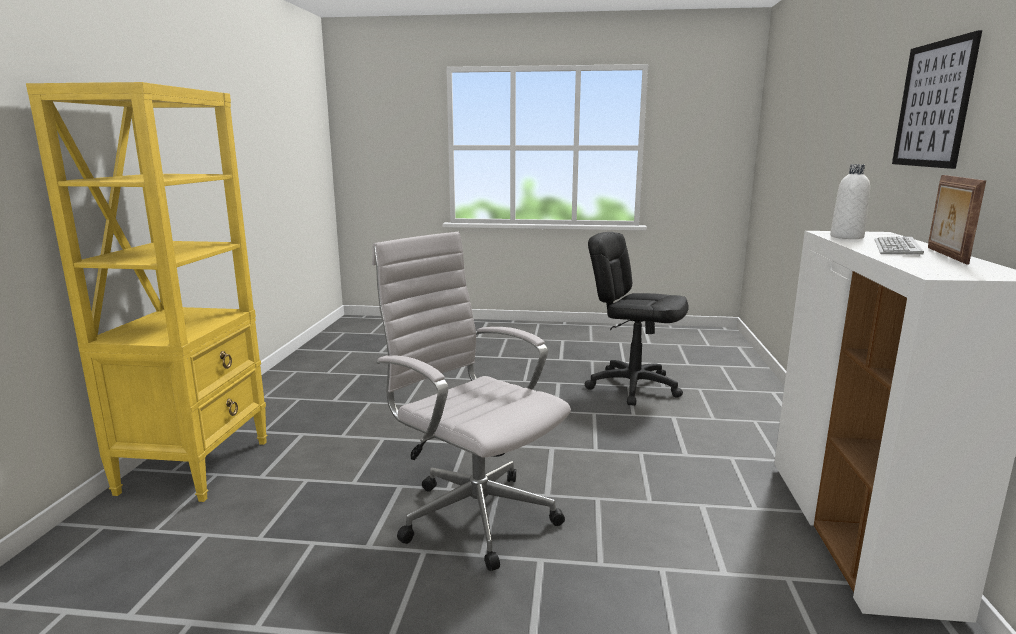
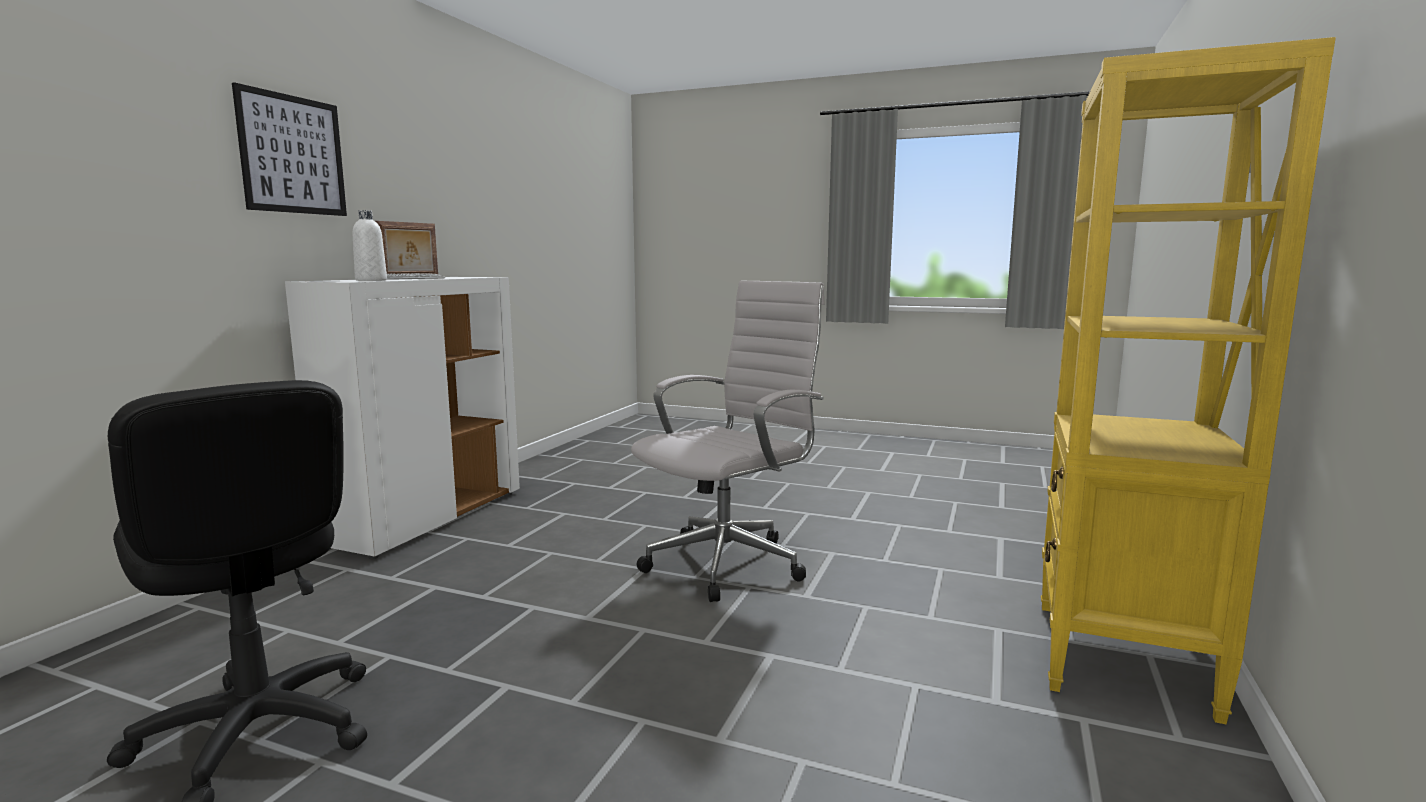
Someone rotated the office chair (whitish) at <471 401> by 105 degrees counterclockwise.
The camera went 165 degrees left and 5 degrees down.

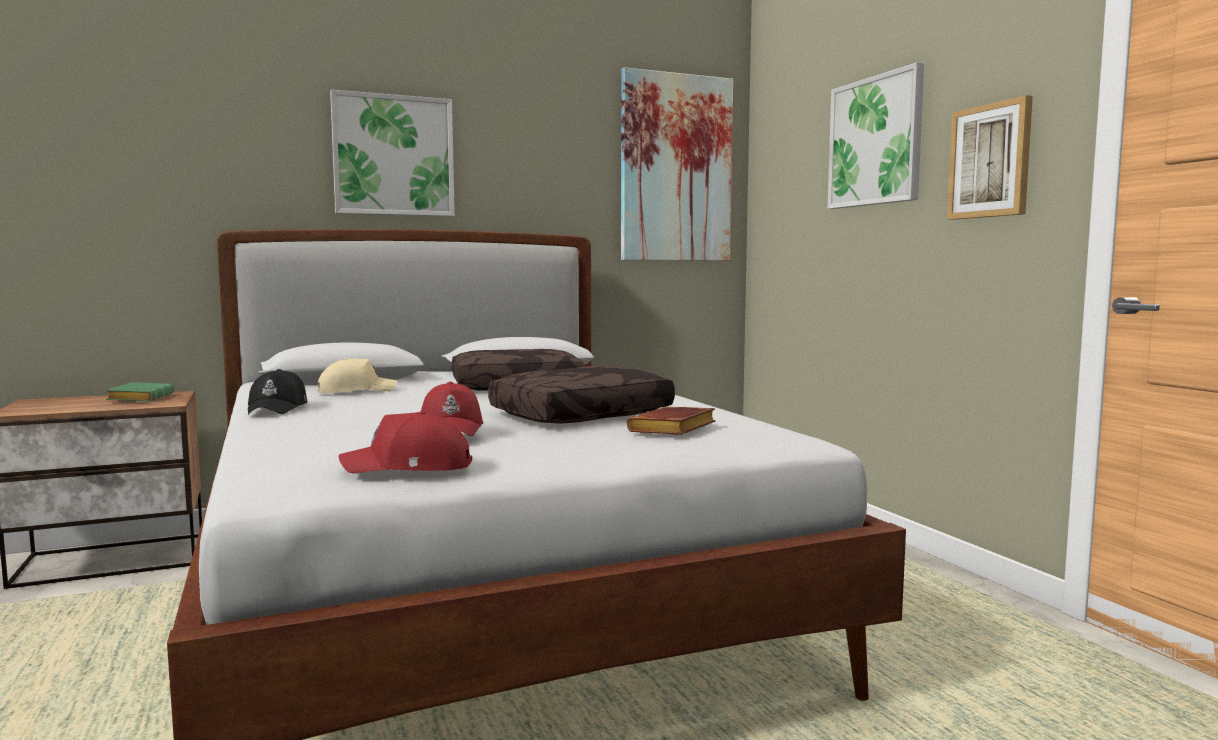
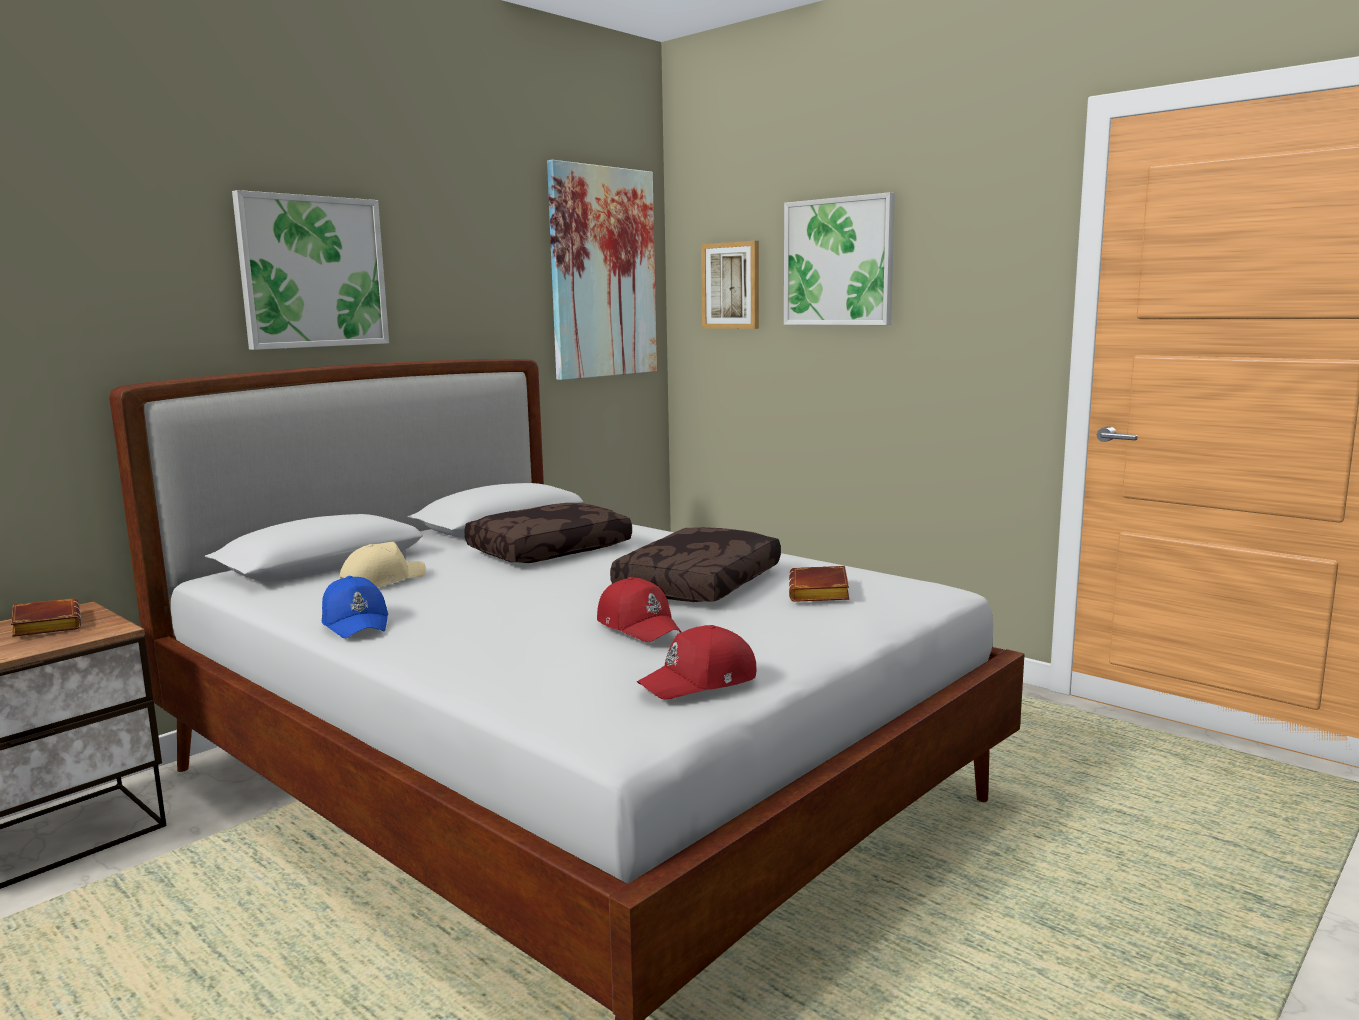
Someone repainted the book (green-coloured) at <140 391>, which became the book (brown) at <46 617>.
Someone repainted the baseball cap (blackish) at <278 392>, which became the baseball cap (blue) at <355 607>.
Someone carried the wall picture from <990 157> to <730 285>.
The camera went 25 degrees left and 5 degrees up.

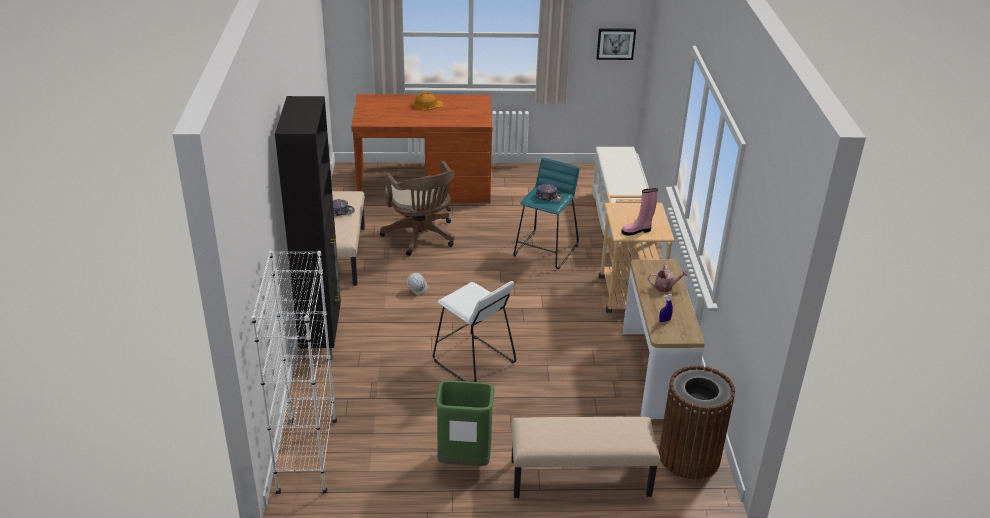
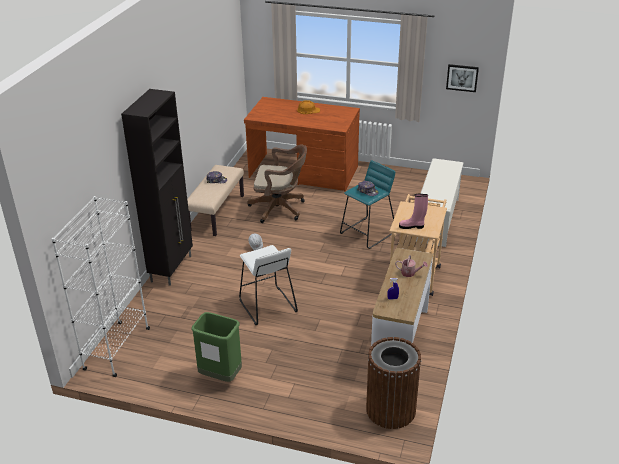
Someone rotated the office chair (brown) at <417 208> by 75 degrees counterclockwise.
Someone took away the indoor bench (beige-coloured) at <585 457>.
The camera went 20 degrees right and 0 degrees up.

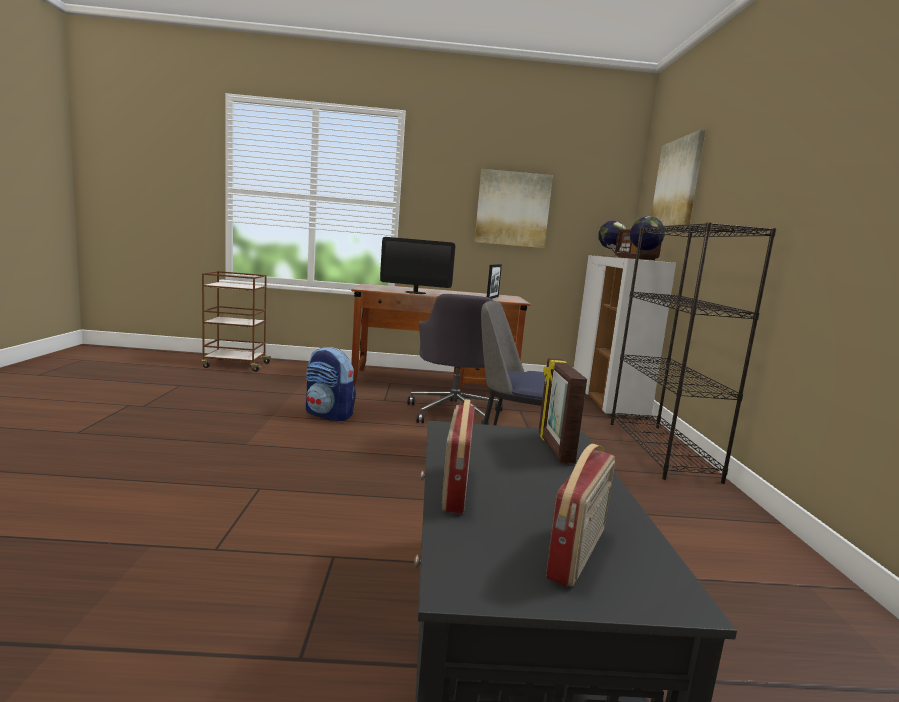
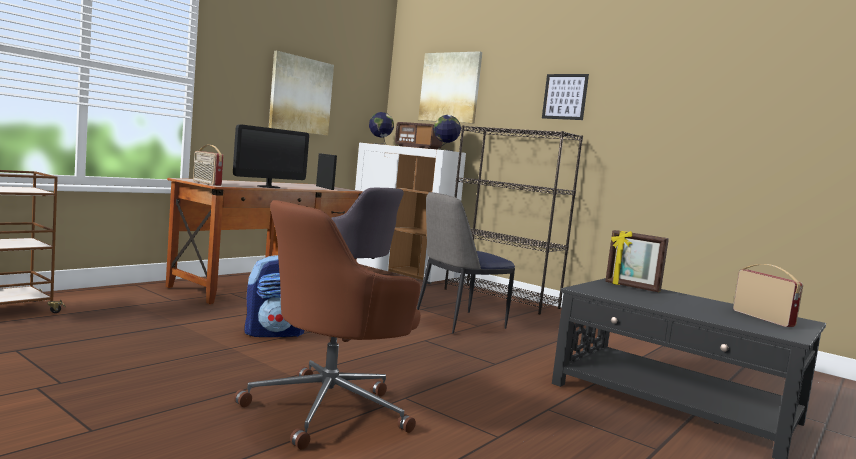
Someone carried the radio receiver from <458 456> to <208 165>.
Someone put down the office chair (brown) at <327 325>.
Someone put up the wall picture at <565 97>.
The camera went 50 degrees left and 5 degrees down.

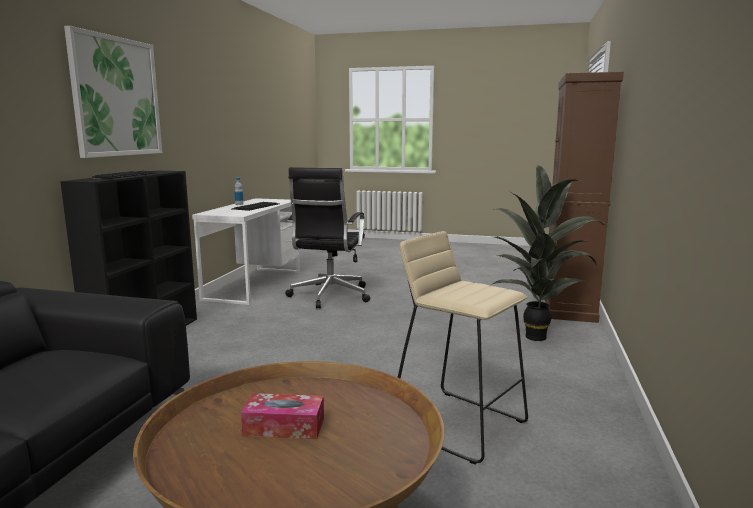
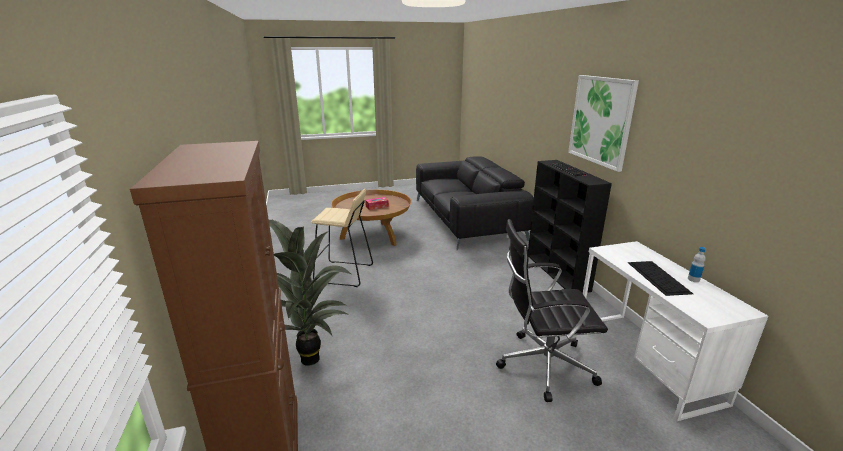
Someone rotated the office chair (blackish) at <327 238> by 75 degrees counterclockwise.
The camera went 150 degrees right and 10 degrees up.

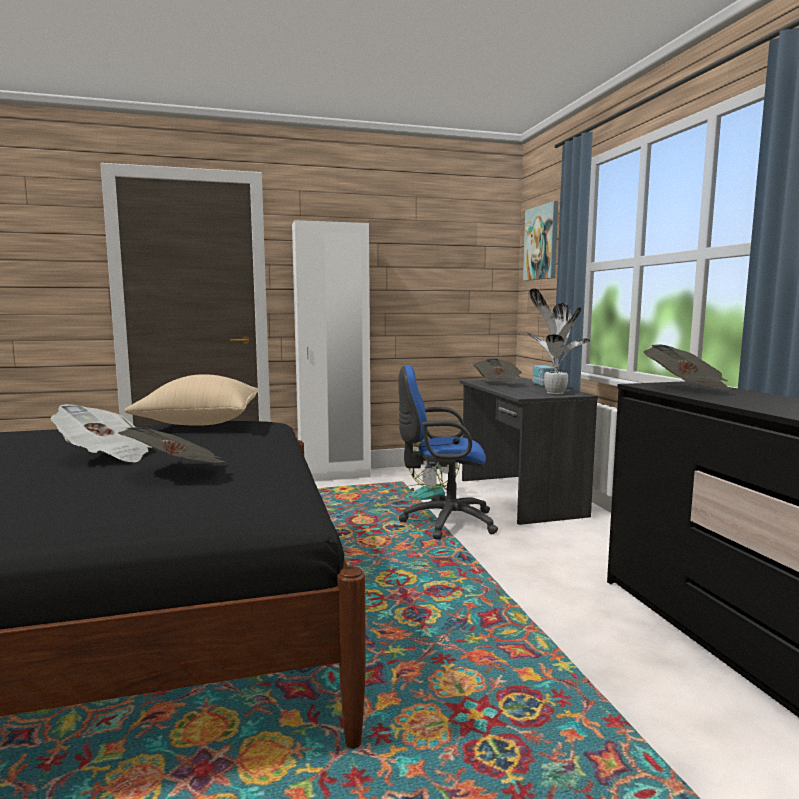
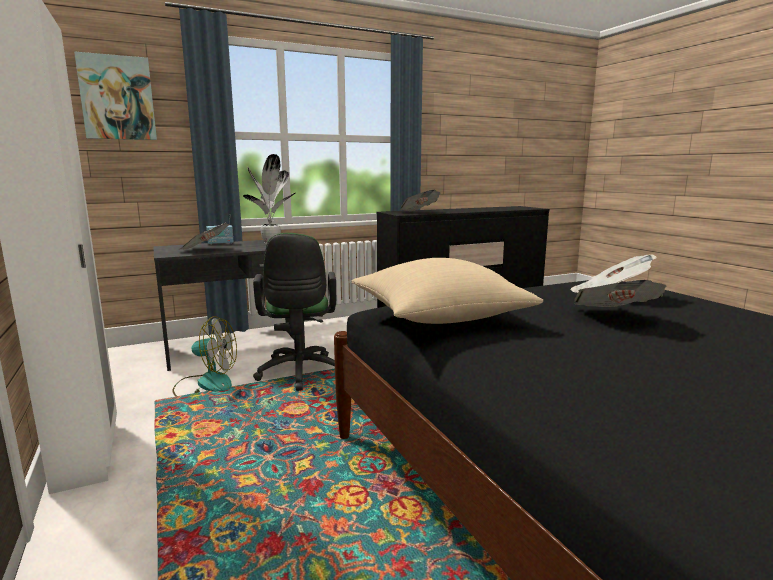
Someone repainted the office chair (blue) at <448 452>, which became the office chair (green-coloured) at <294 312>.
The camera went 100 degrees left and 5 degrees up.

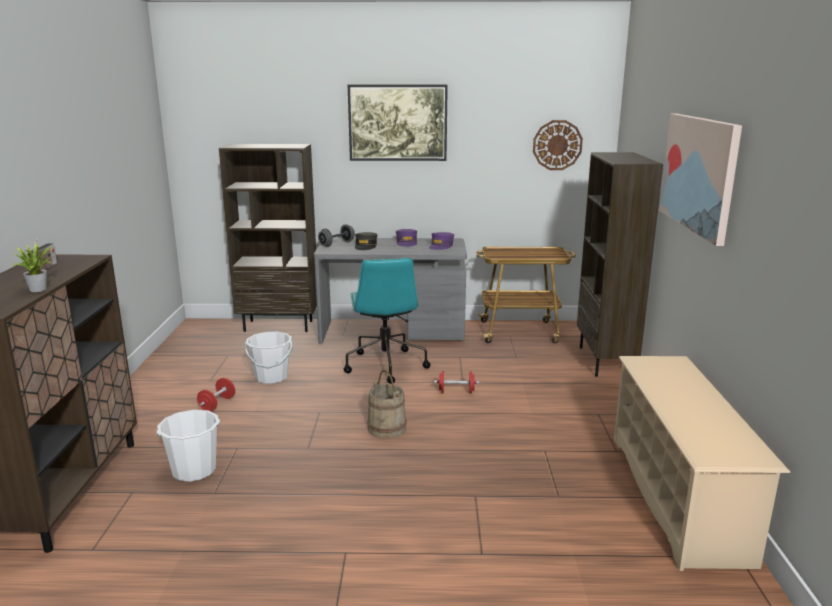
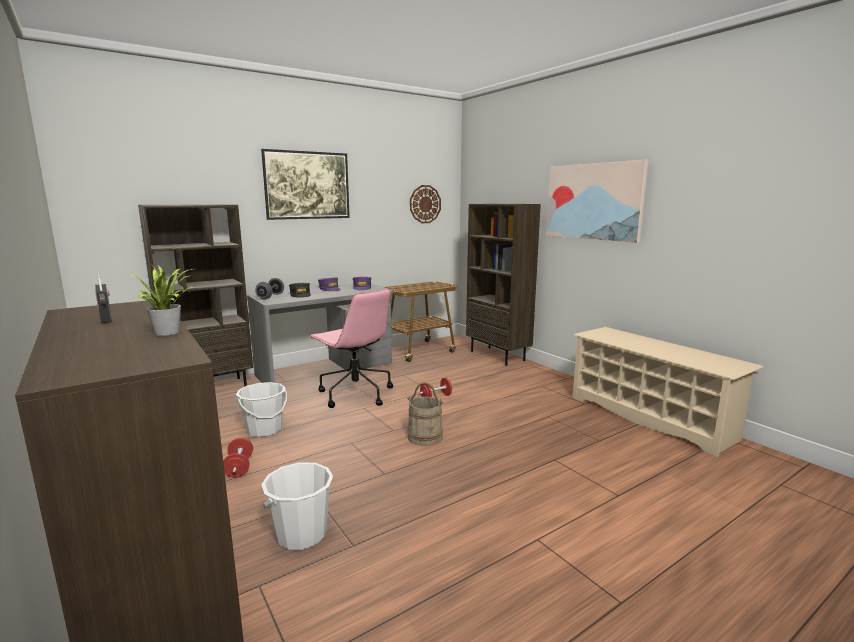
Someone repainted the office chair (turquoise-coloured) at <387 321>, which became the office chair (pink) at <351 348>.
The camera went 35 degrees left and 5 degrees down.

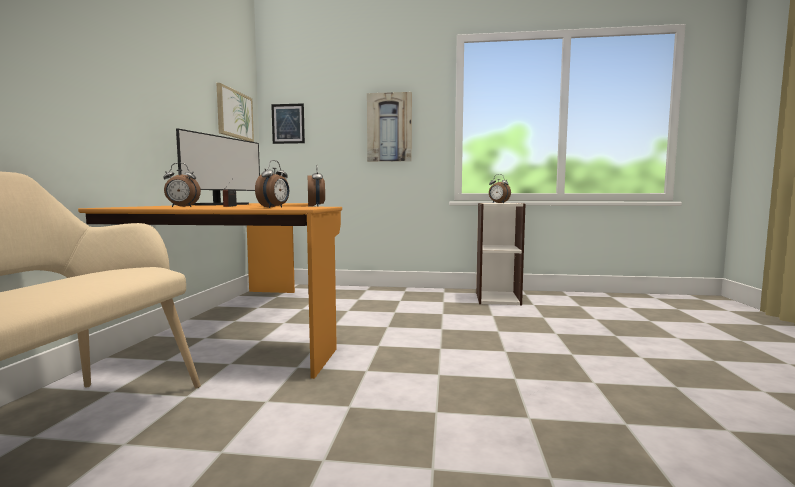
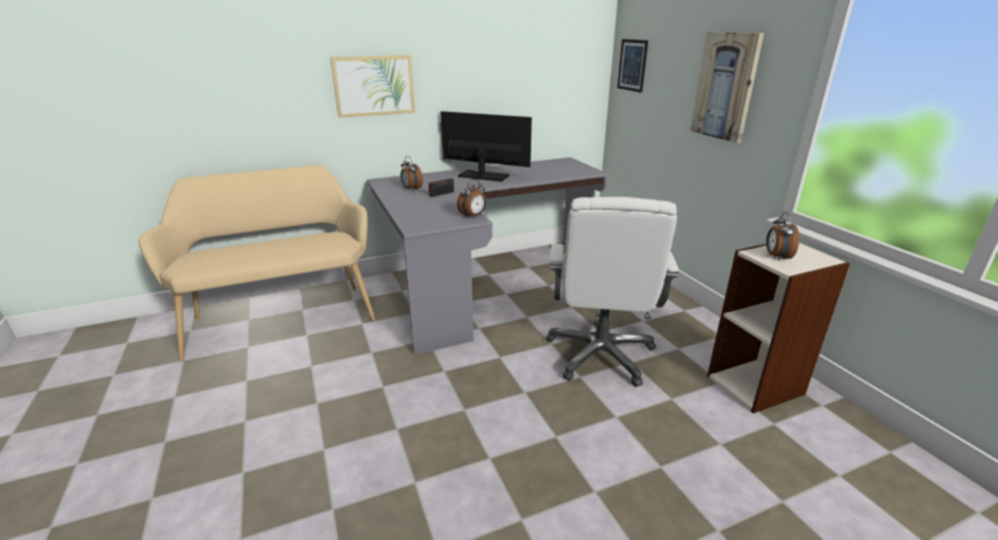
Someone repainted the desk table (orange-coloured) at <210 291>, which became the desk table (grey) at <487 256>.
Someone rotated the computer display at <218 167> by 150 degrees counterclockwise.
Someone carried the wall picture from <235 112> to <372 86>.
Someone took away the alarm clock at <272 184>.
Someone put down the office chair (whitish) at <612 292>.
The camera went 60 degrees right and 20 degrees up.

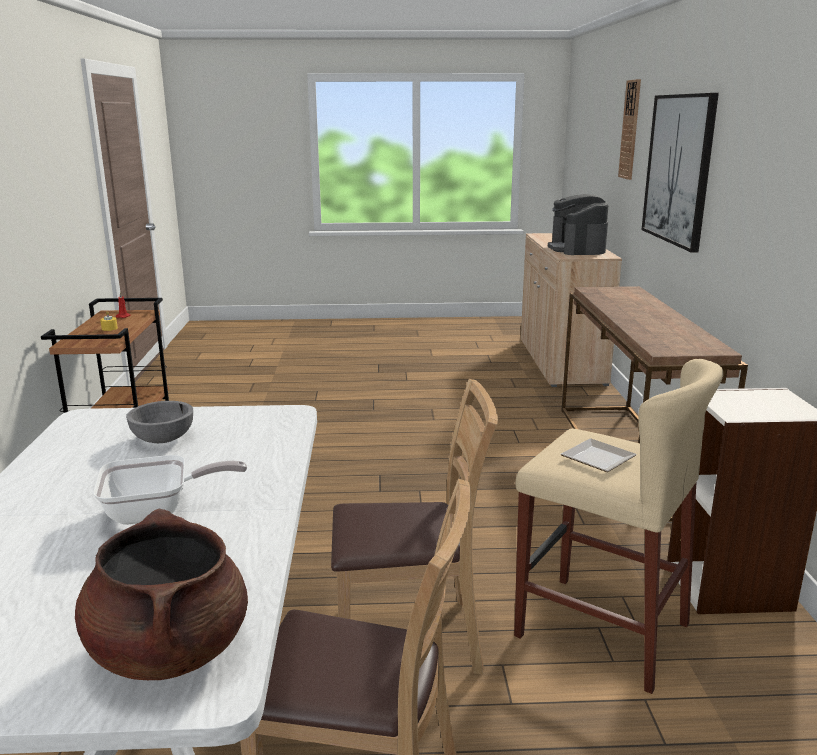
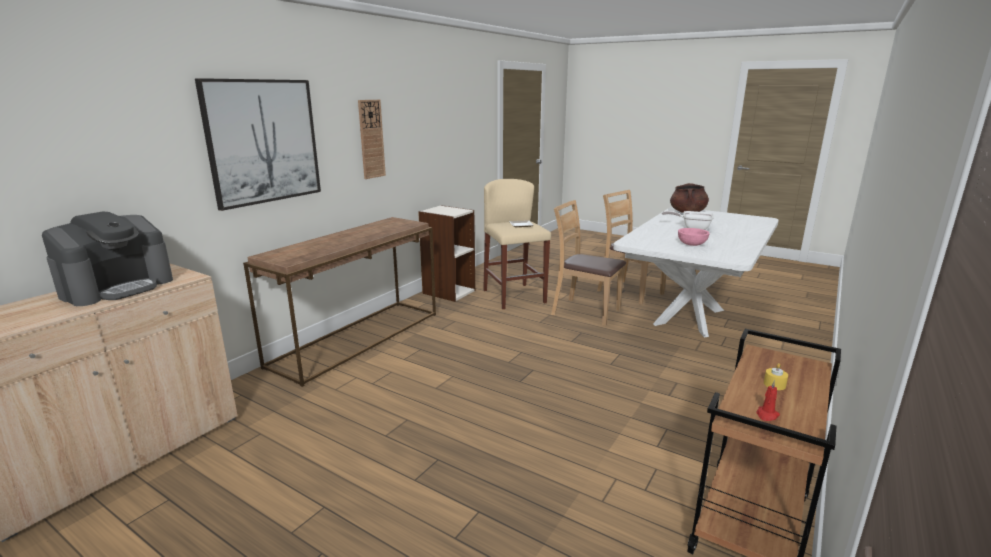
Someone repainted the bowl (grey) at <159 422>, which became the bowl (pink) at <694 237>.
Someone carried the wall clock from <629 129> to <372 139>.
The camera went 145 degrees left and 0 degrees up.

